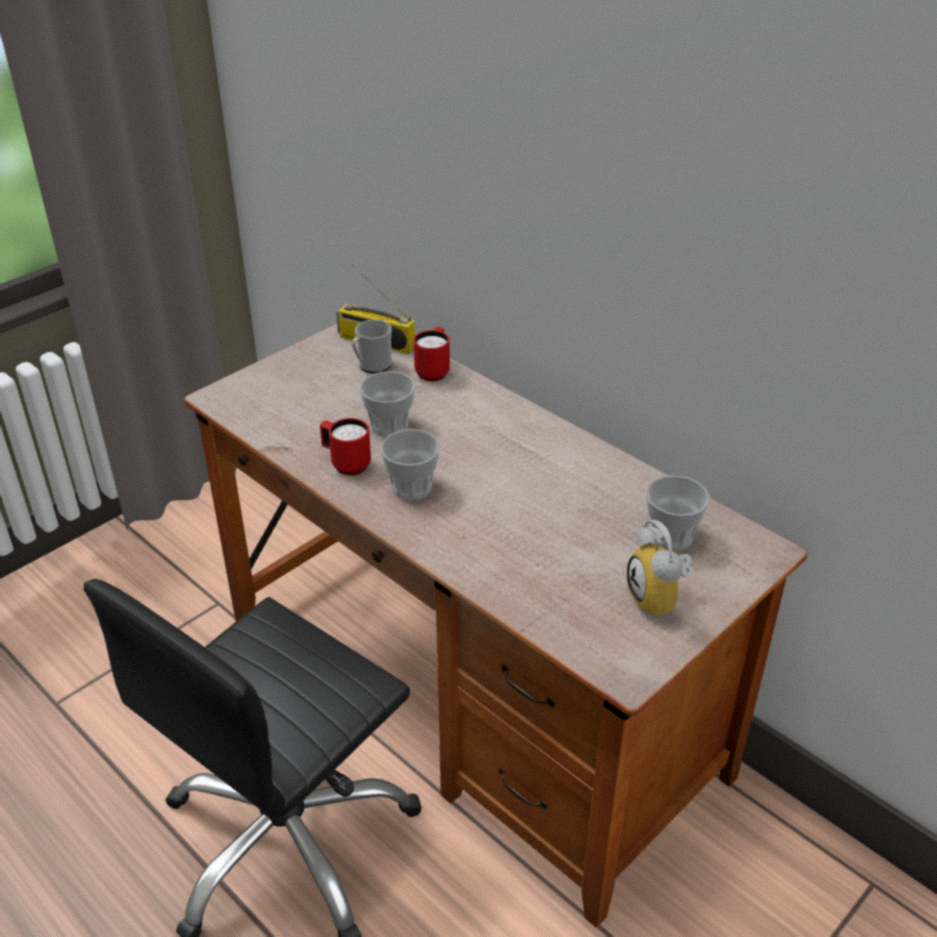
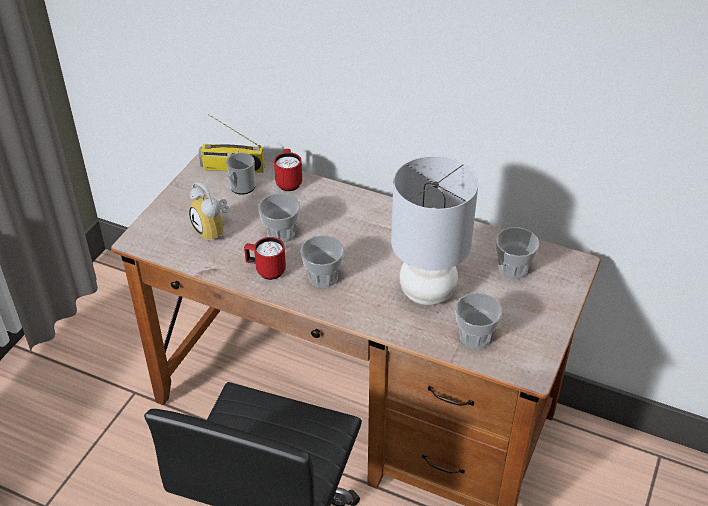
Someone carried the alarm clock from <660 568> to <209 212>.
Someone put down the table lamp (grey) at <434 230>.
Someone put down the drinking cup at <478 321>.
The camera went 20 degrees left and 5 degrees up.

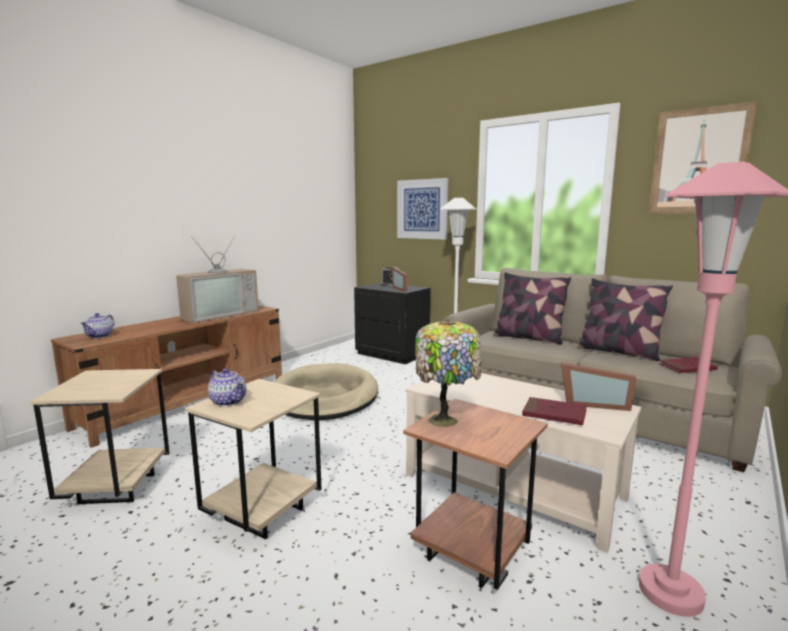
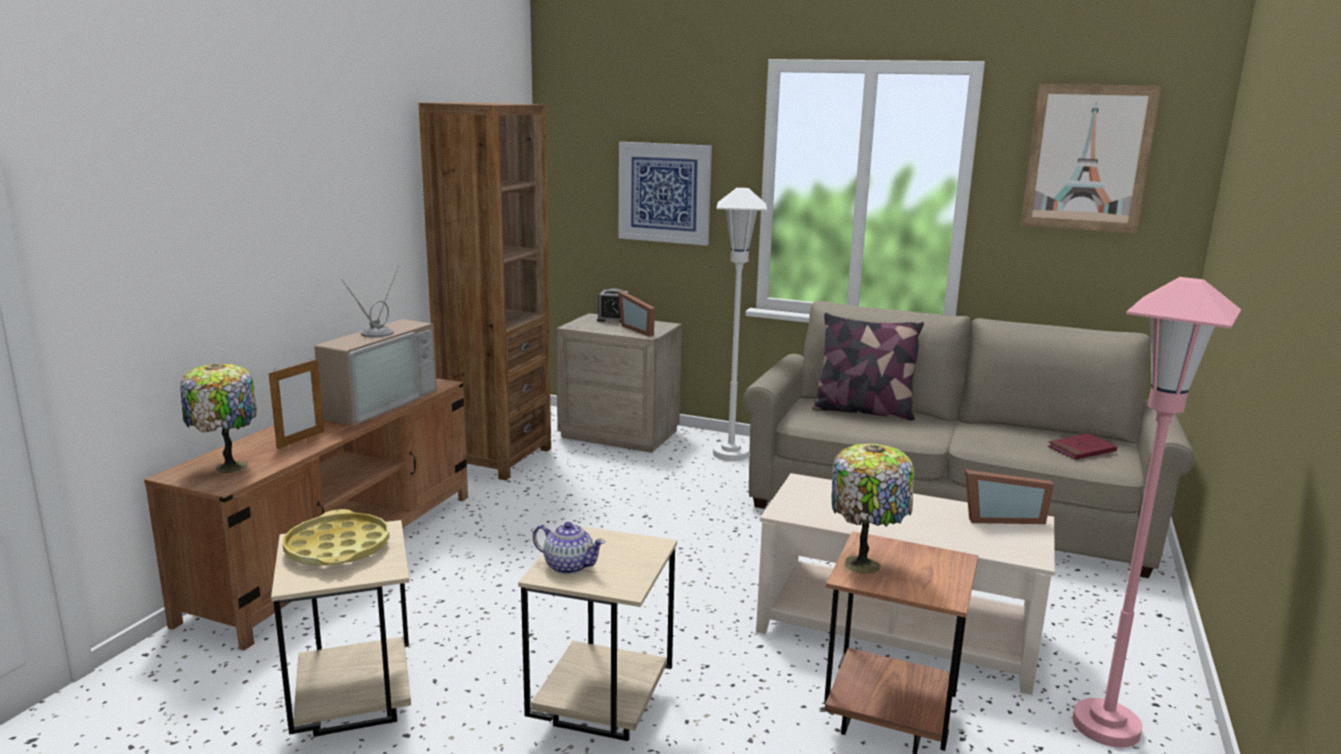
Someone swapped the pot for tea at <97 326> for the table lamp at <218 418>.
Someone took away the dog cushion (beige-coloured) at <326 391>.
Someone repainted the night table (blackish) at <392 323>, which became the night table (beige-coloured) at <619 383>.
Someone took away the book (red-coloured) at <554 411>.
Someone took away the throw pillow at <625 319>.
Someone put down the photo frame at <296 403>.
Someone put down the carrying tray (yellowish) at <336 537>.
Someone put down the bookcase (brown) at <485 292>.
The camera went 15 degrees left and 5 degrees up.

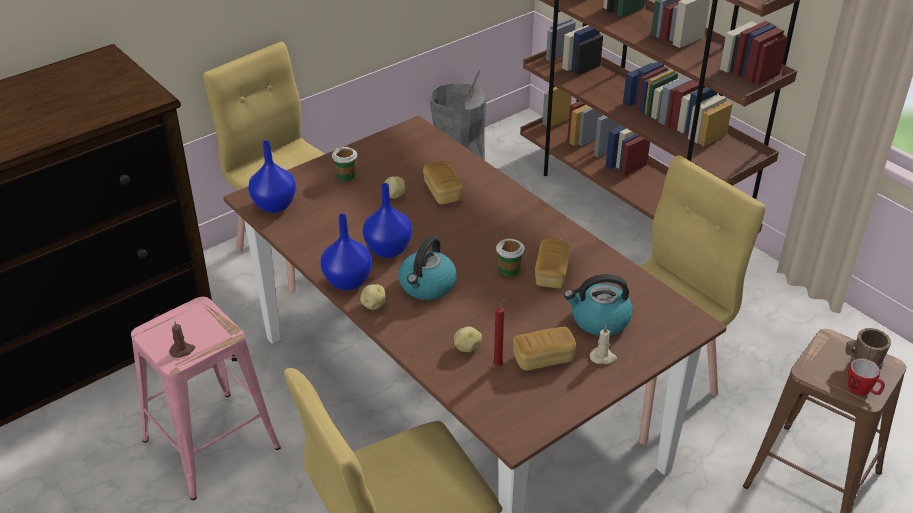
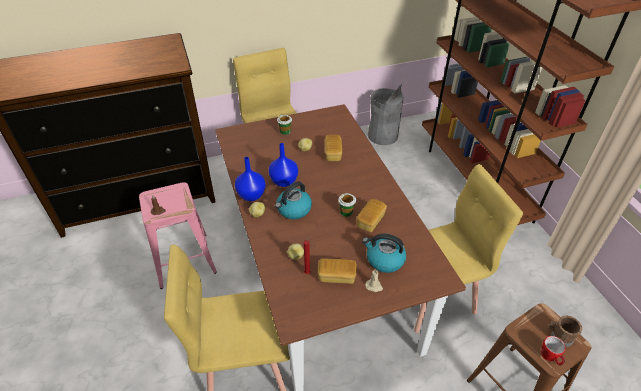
Someone took away the decorative vase (blue) at <272 176>.
The camera went 20 degrees right and 5 degrees up.

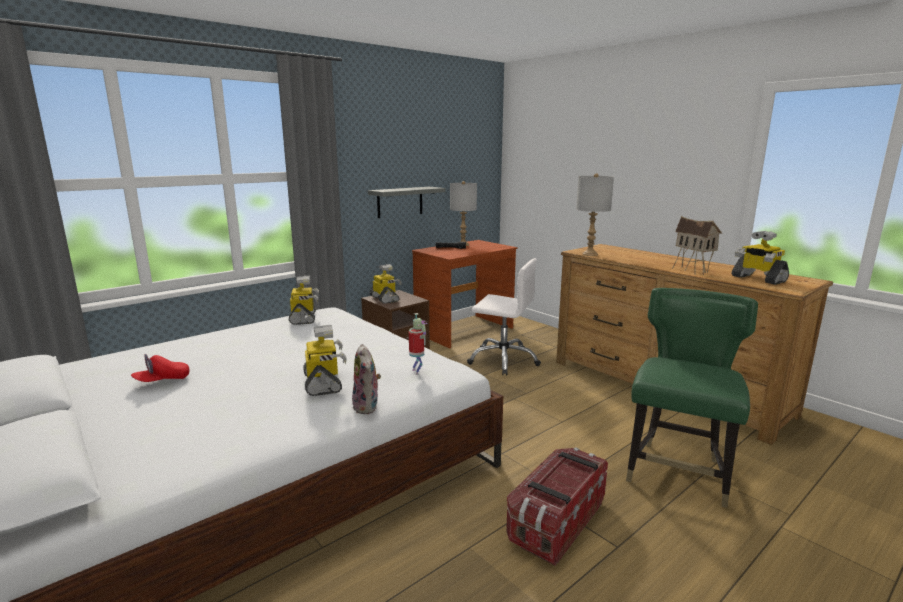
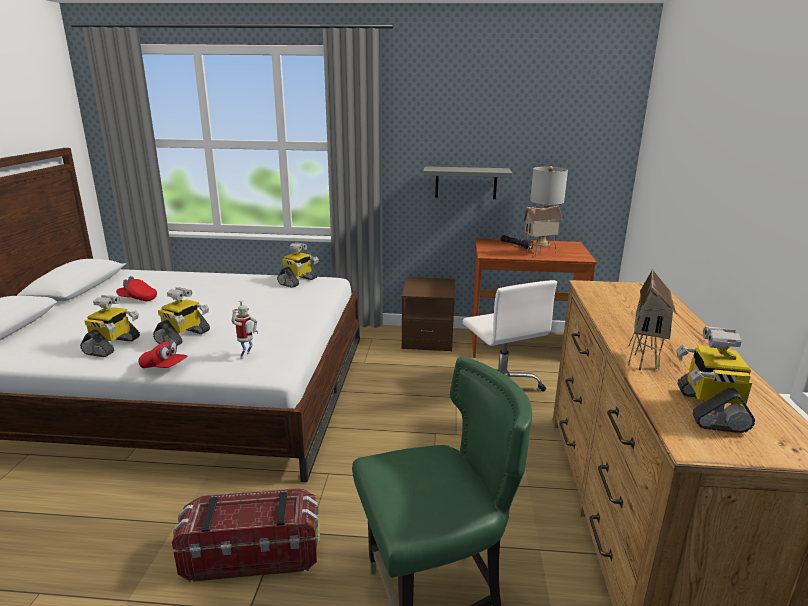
Someone swapped the soft toy at <366 379> for the baseball cap (red-coloured) at <162 354>.
Someone carried the model robot from <385 284> to <110 326>.
Someone took away the table lamp (grey) at <595 214>.
Someone put down the toy house at <543 231>.
The camera went 45 degrees right and 5 degrees up.

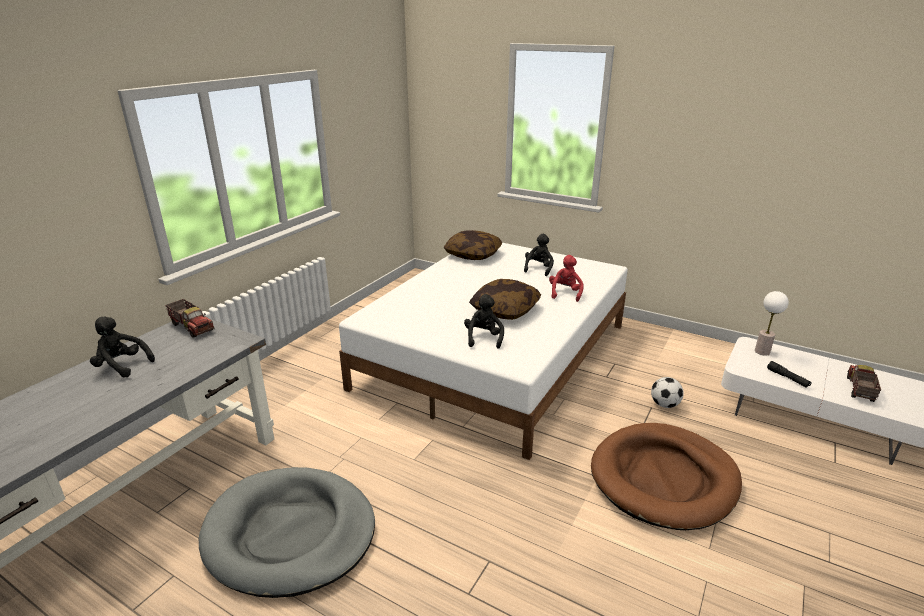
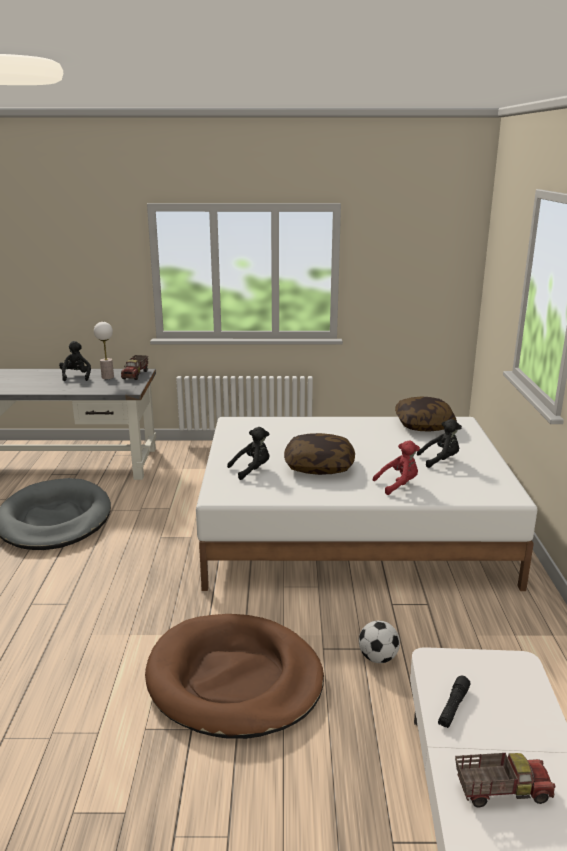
Someone carried the table lamp from <772 323> to <104 350>.
The camera went 60 degrees right and 5 degrees down.

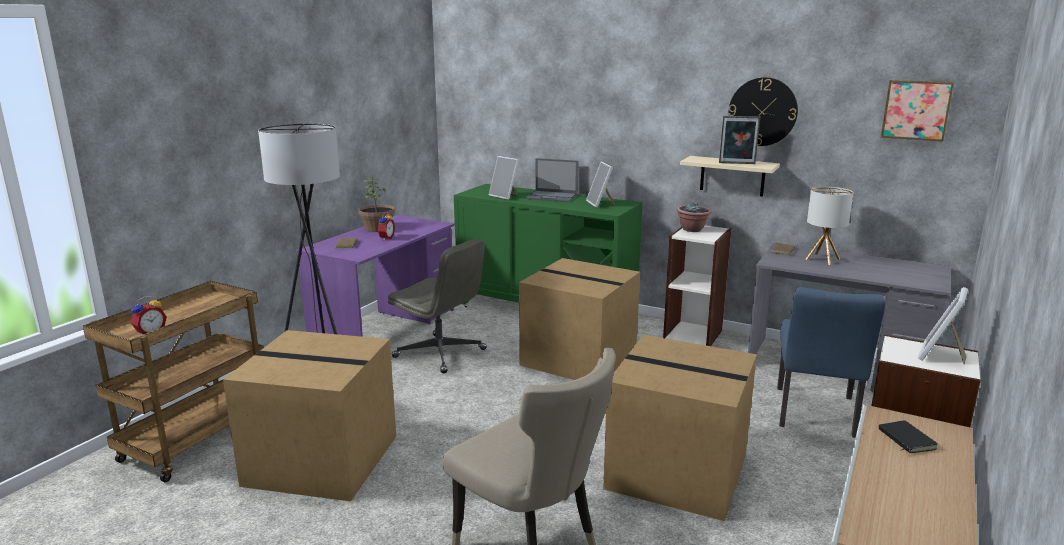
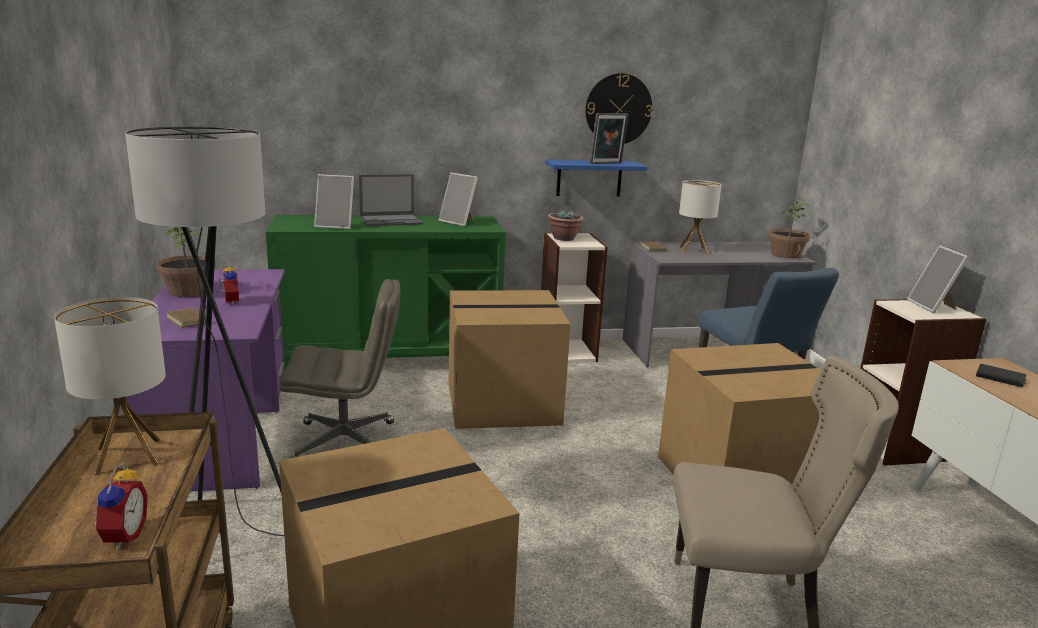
Someone repainted the bracket shelf (beige-coloured) at <730 176>, which became the bracket shelf (blue) at <596 178>.
Someone took away the wall picture at <917 111>.
Someone put down the table lamp at <110 386>.
Someone put down the houseplant at <789 228>.
The camera went 40 degrees left and 0 degrees up.

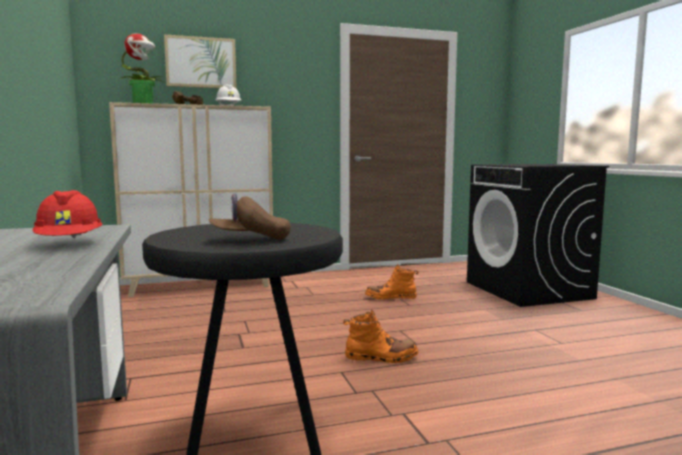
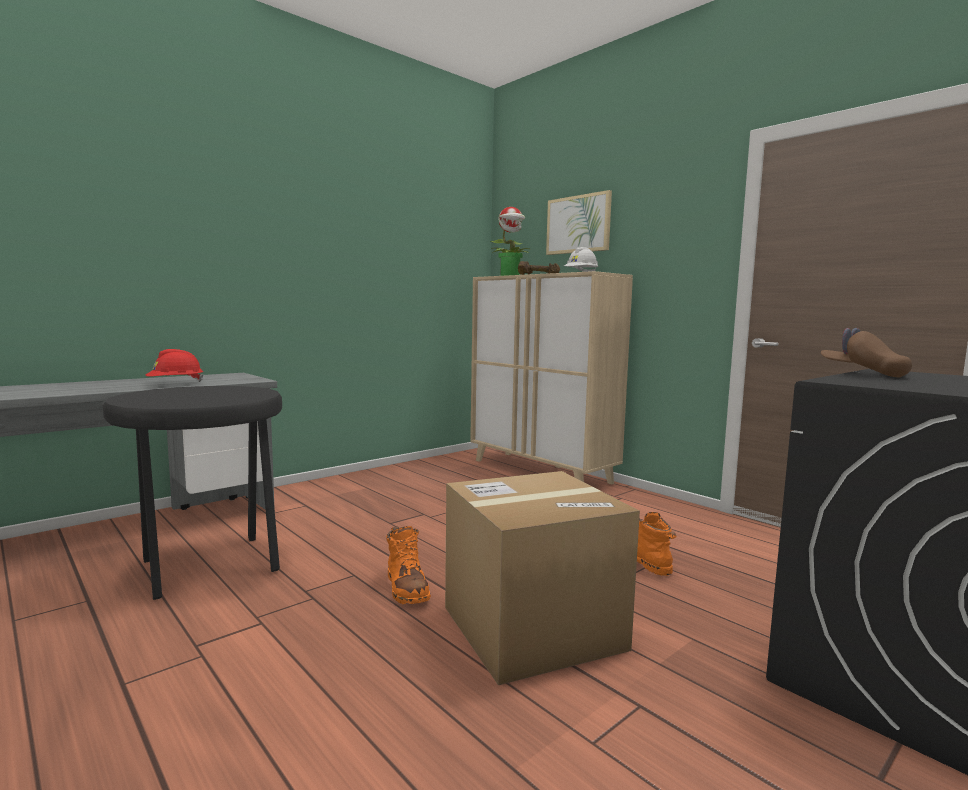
Someone carried the baseball cap (brown) from <249 216> to <866 352>.
Someone put down the cardboard box at <542 578>.
The camera went 65 degrees right and 0 degrees up.

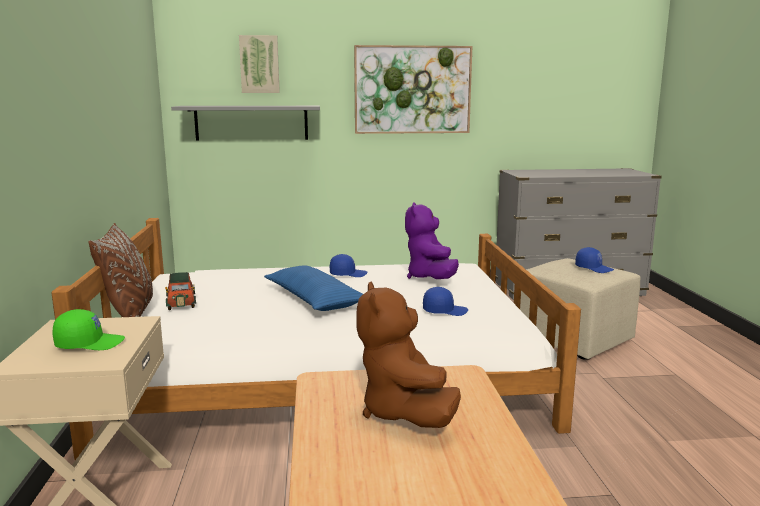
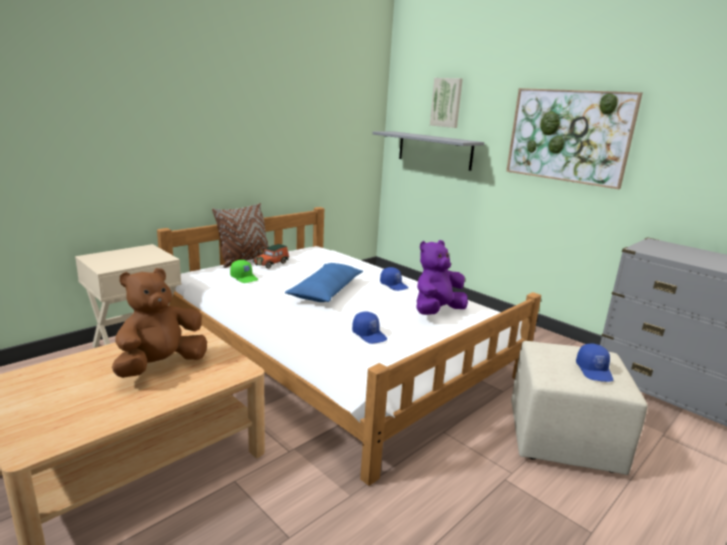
Someone carried the baseball cap (green-coloured) from <89 329> to <244 271>.
The camera went 50 degrees right and 5 degrees up.

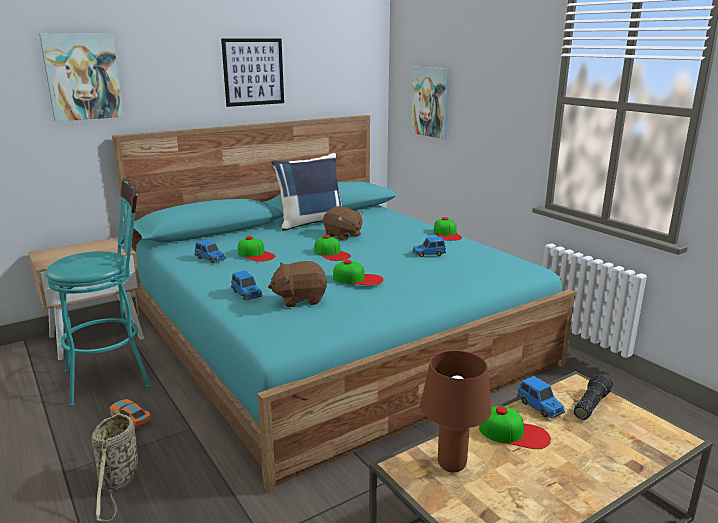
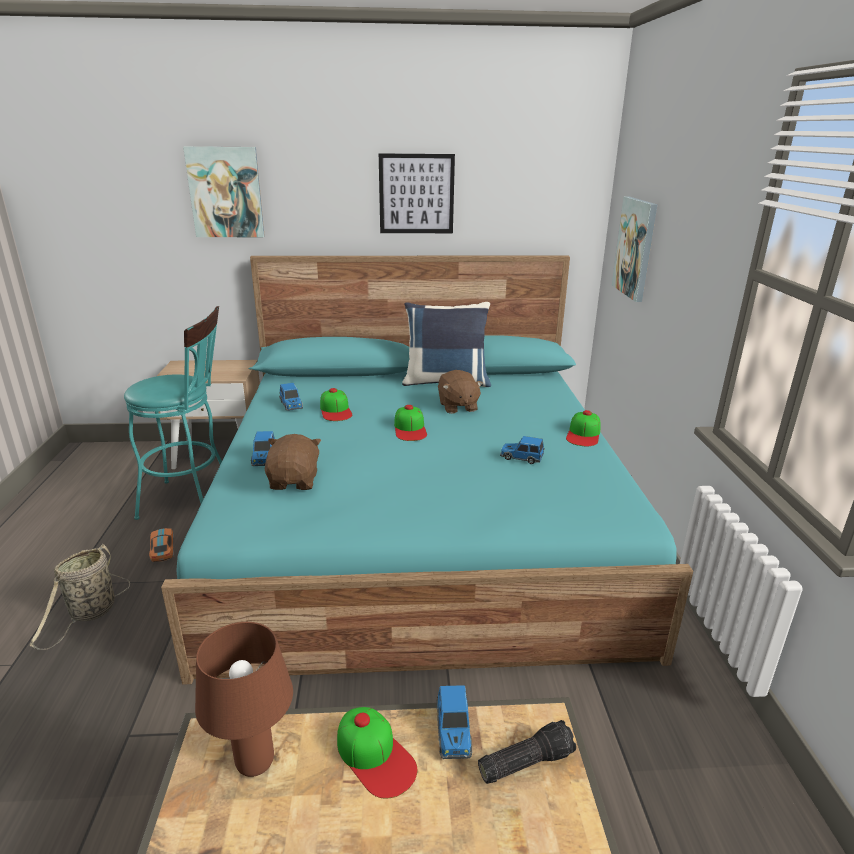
Someone rotated the soft toy (brown) at <297 284> by 75 degrees clockwise.
Someone took away the baseball cap at <358 272>.
The camera went 30 degrees right and 5 degrees up.

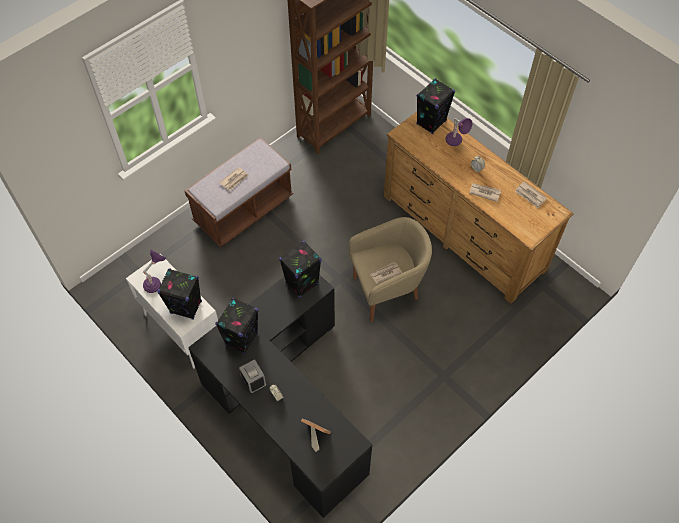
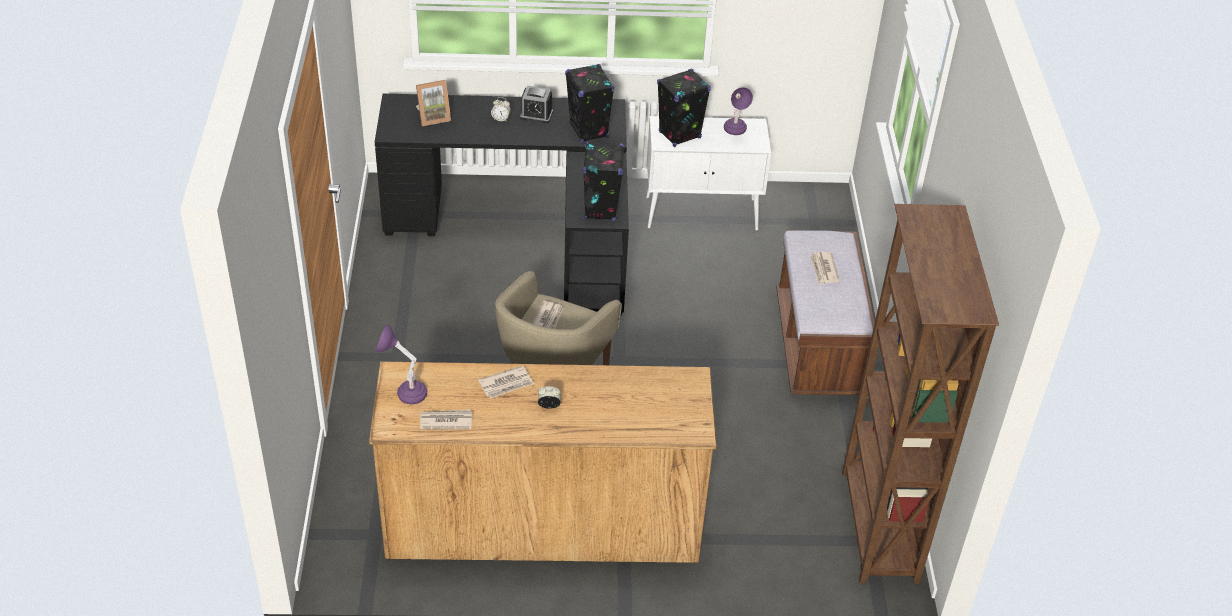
Someone took away the loudspeaker (blackish) at <435 106>.
Someone carried the table lamp (purple) from <458 132> to <401 364>.
The camera went 130 degrees right and 15 degrees down.

